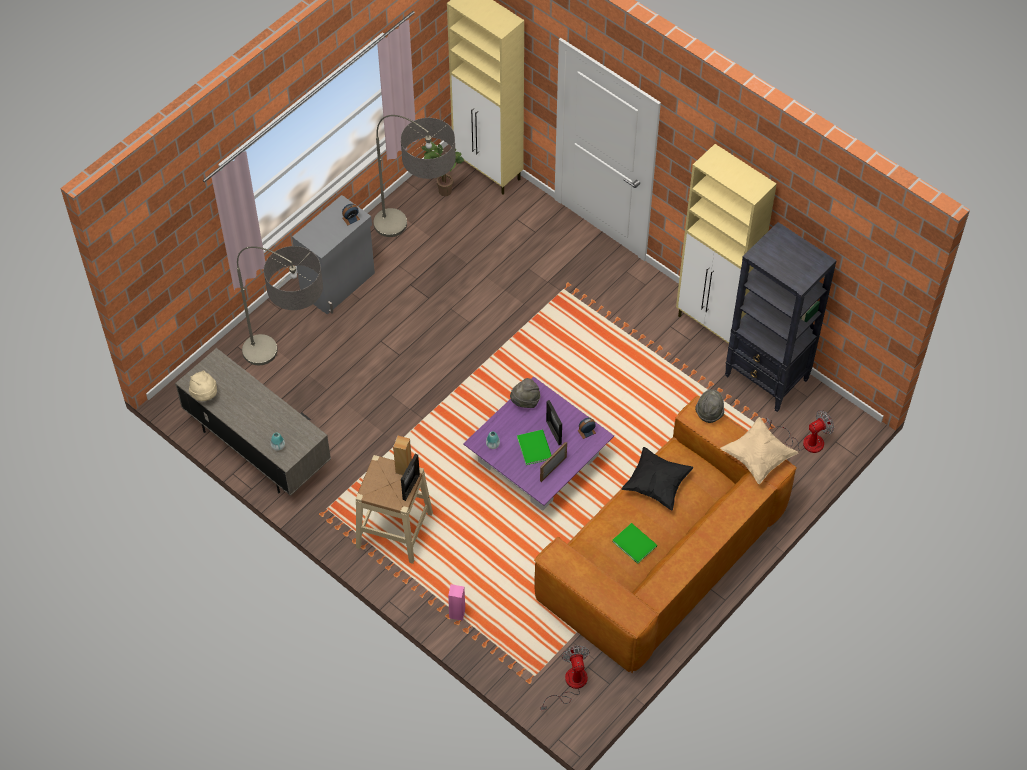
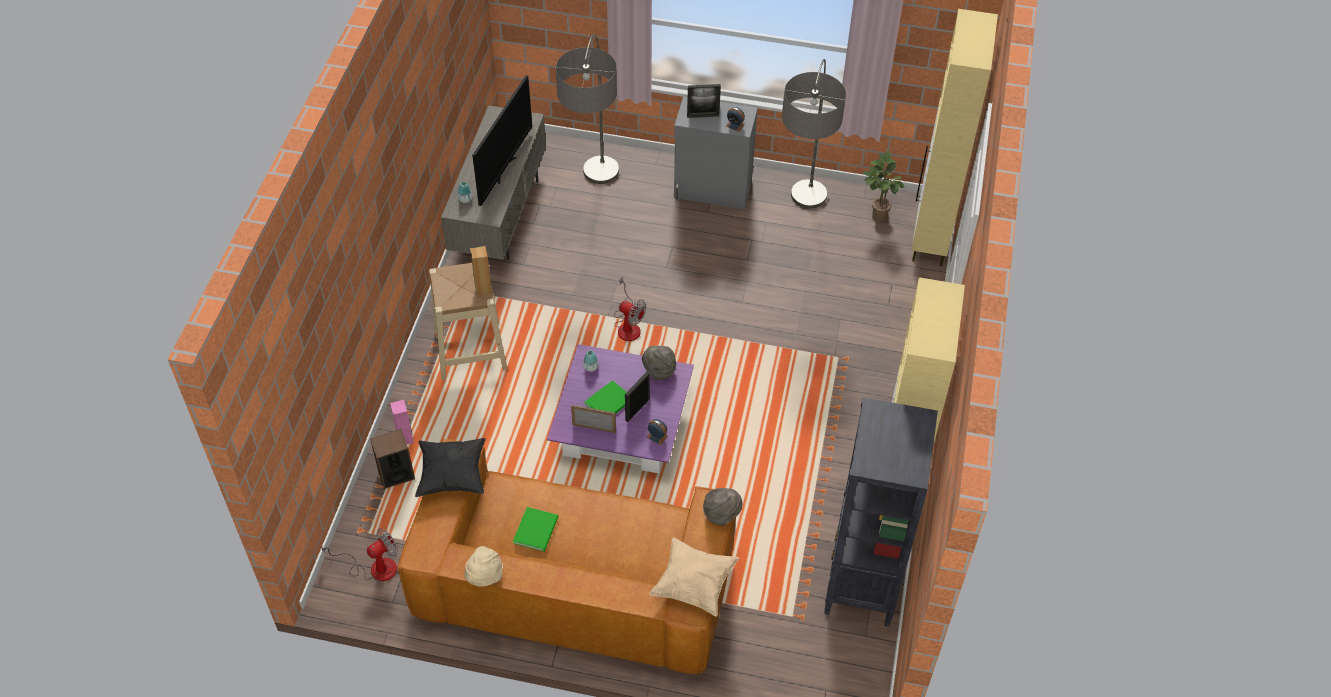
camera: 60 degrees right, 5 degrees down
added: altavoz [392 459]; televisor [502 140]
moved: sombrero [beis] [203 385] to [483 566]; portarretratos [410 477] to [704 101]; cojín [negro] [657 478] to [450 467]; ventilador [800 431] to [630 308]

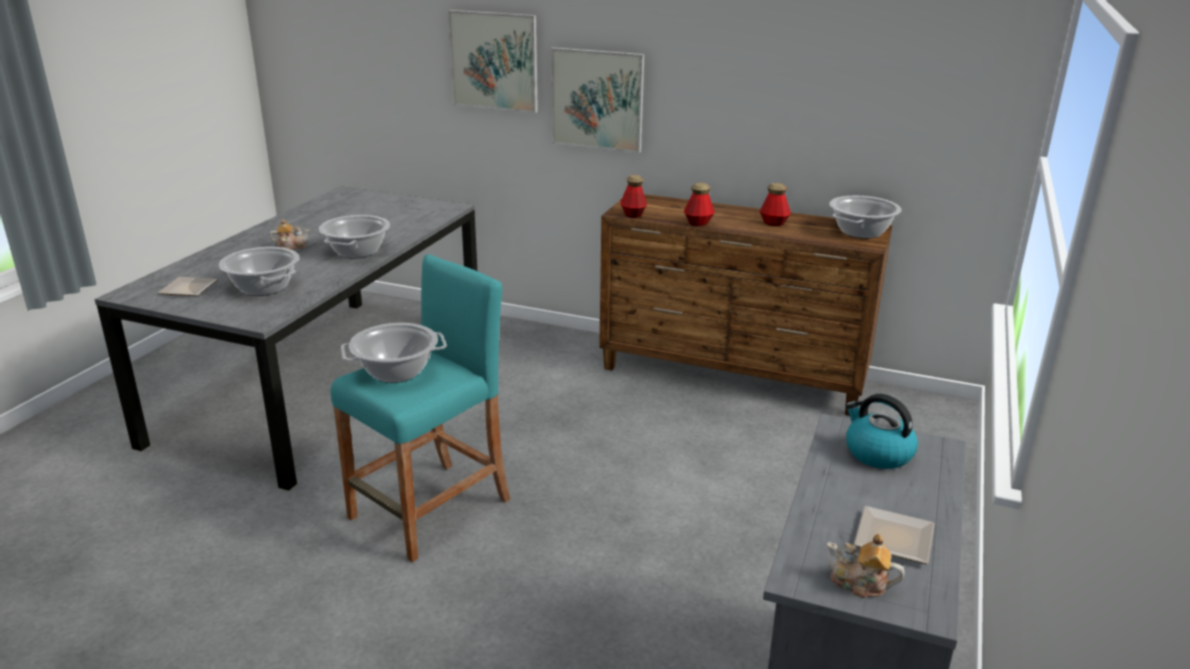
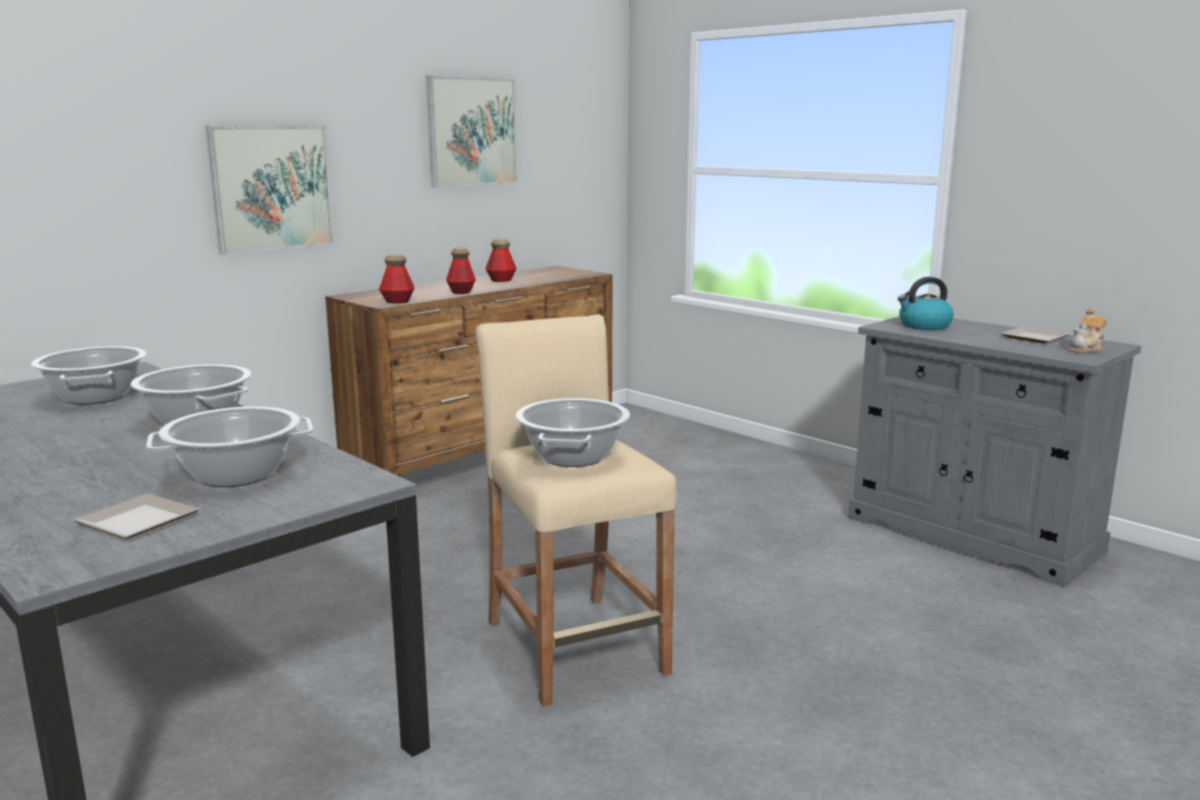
camera: 65 degrees left, 10 degrees down
removed: tetera [290 234]
moved: cuadro [493 61] to [471 131]; olla [865 217] to [89 375]
recoloured: taburete [turquesa] [421 408] to taburete [beis] [576 510]

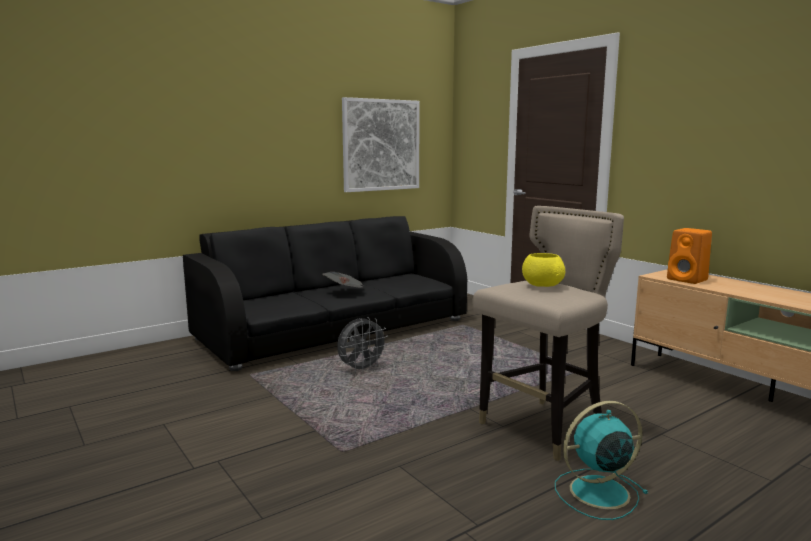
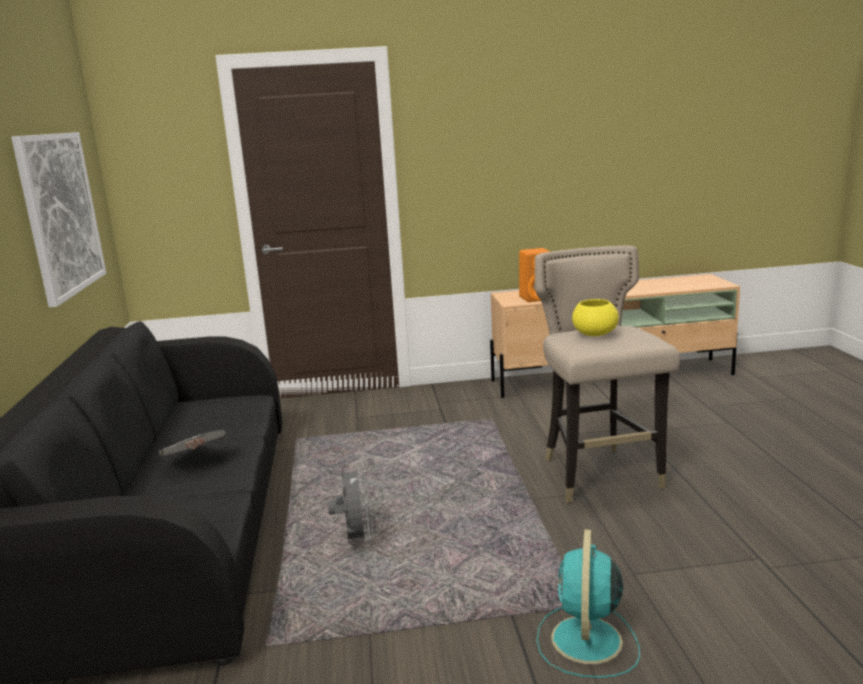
camera: 60 degrees left, 5 degrees up
moved: ventilador [turquesa] [602 460] to [588 603]

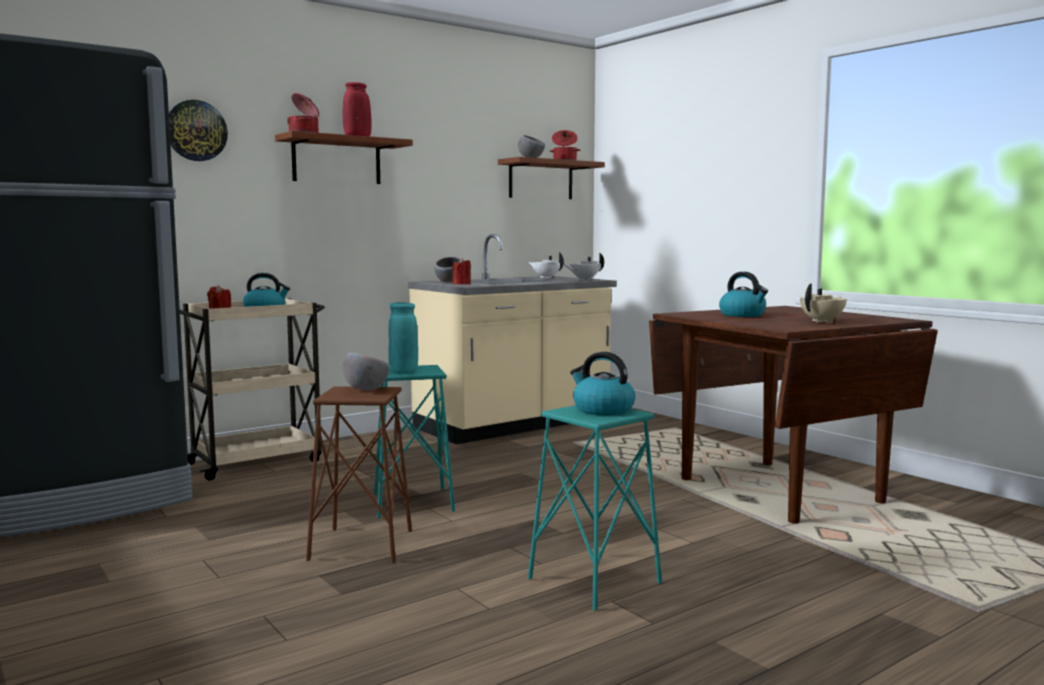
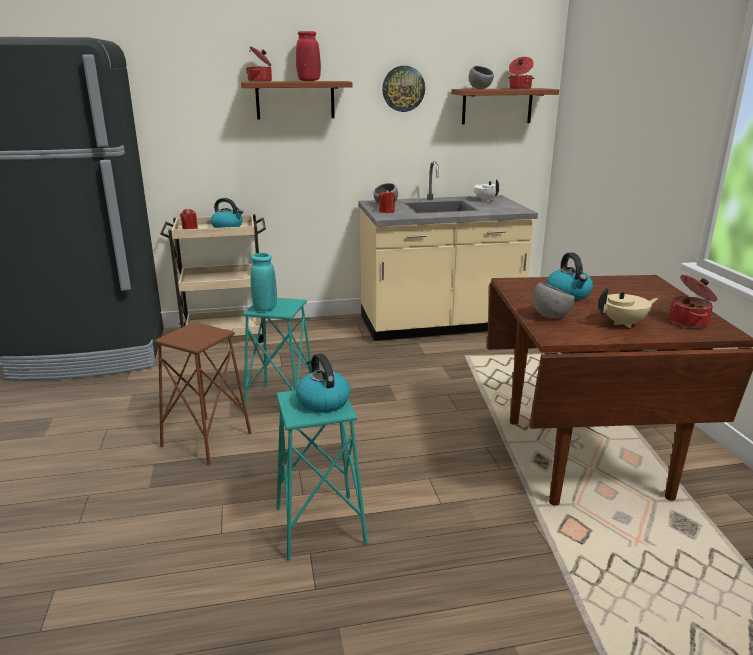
camera: 25 degrees right, 15 degrees up
removed: tetera [blanco] [584 266]
added: olla [693 301]
moved: reloj de pared [198 130] to [403 89]; cuenco [gris] [366 372] to [553 300]

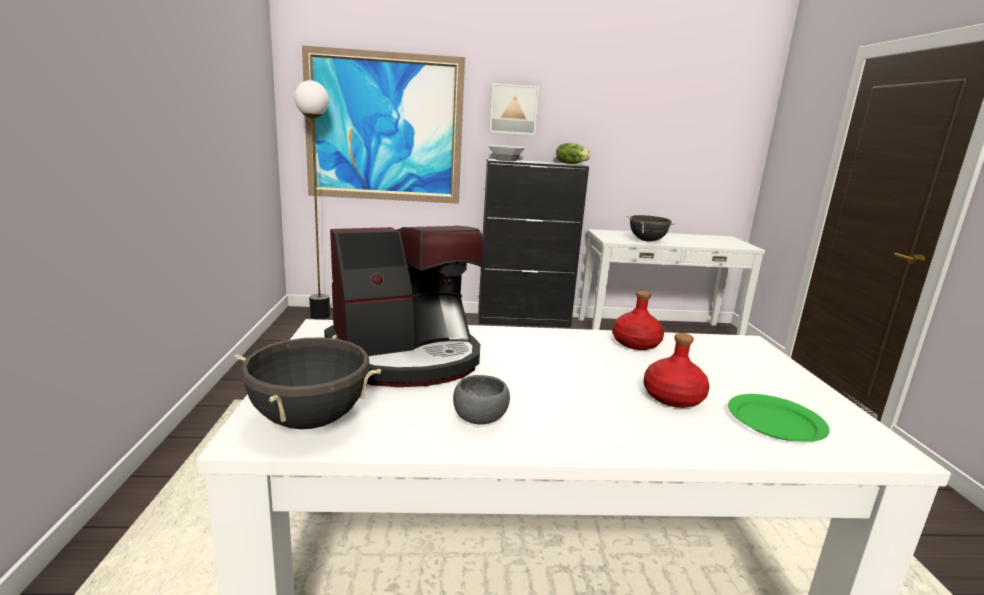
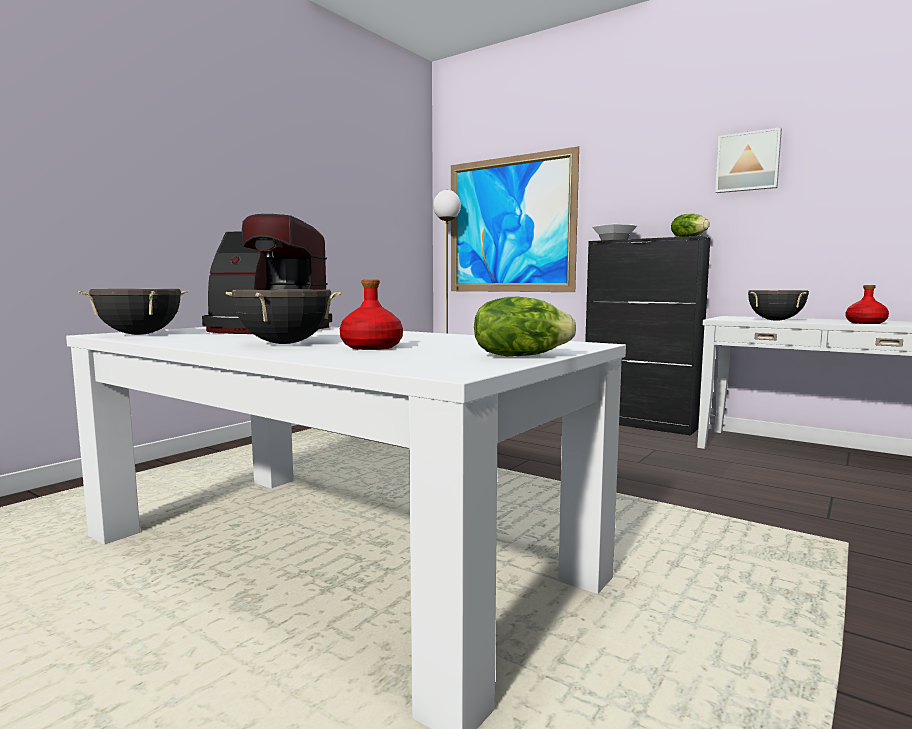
camera: 40 degrees right, 10 degrees down
removed: cuenco [gris] [481 400]; plato [verde] [779 418]
added: olla [negro] [283 316]; lechuga [525 326]
moved: cuadro [514 109] to [748 160]; botella [rojo] [638 320] to [867 304]

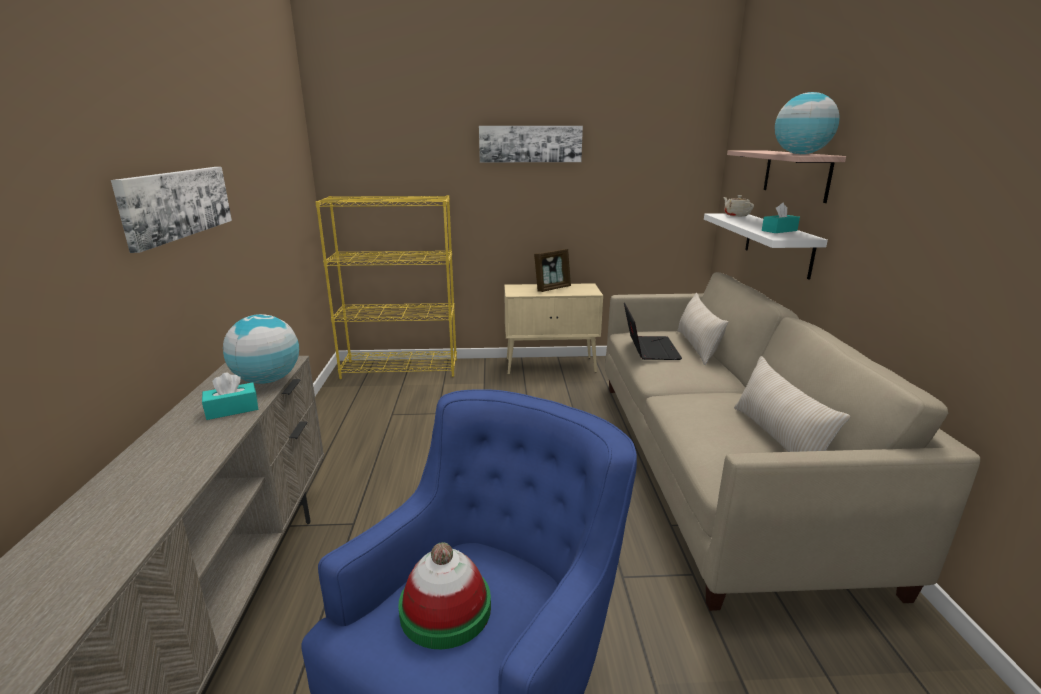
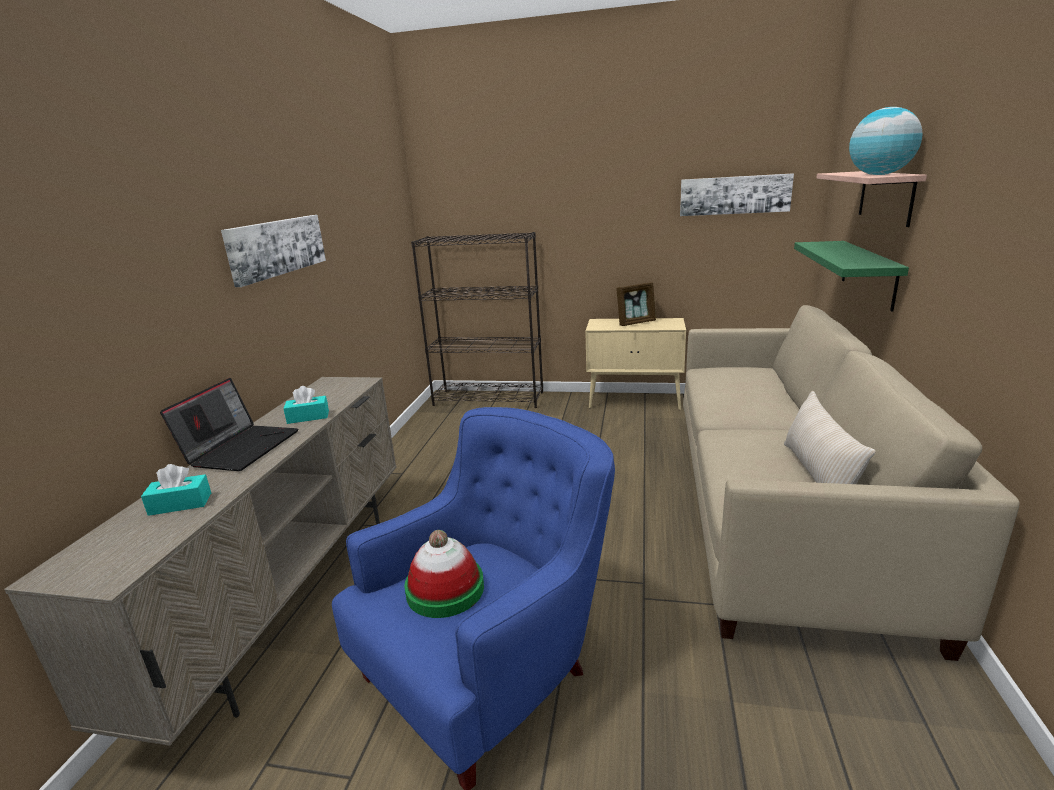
camera: 15 degrees right, 0 degrees up
removed: globo terráqueo [261 349]; cojín [beis] [702 329]; tetera [beis] [738 206]
moved: cuadro [531 144] to [737 194]; portátil [653 331] to [229 424]; caja de pañuelos [turquesa] [781 218] to [176 490]
recoloured: estantería [amarillo] [386 287] to estantería [negro] [477 320]; estante [blanco] [766 246] to estante [verde] [851 276]

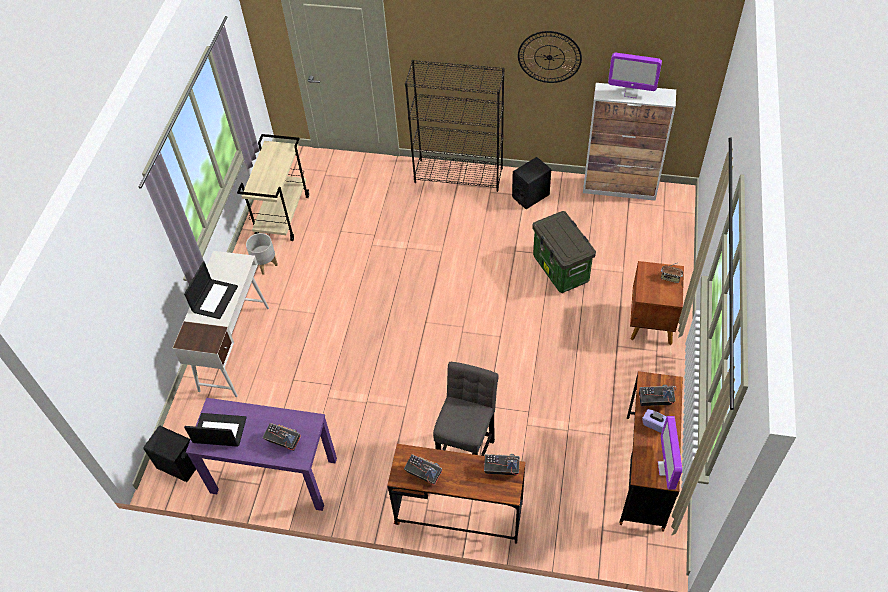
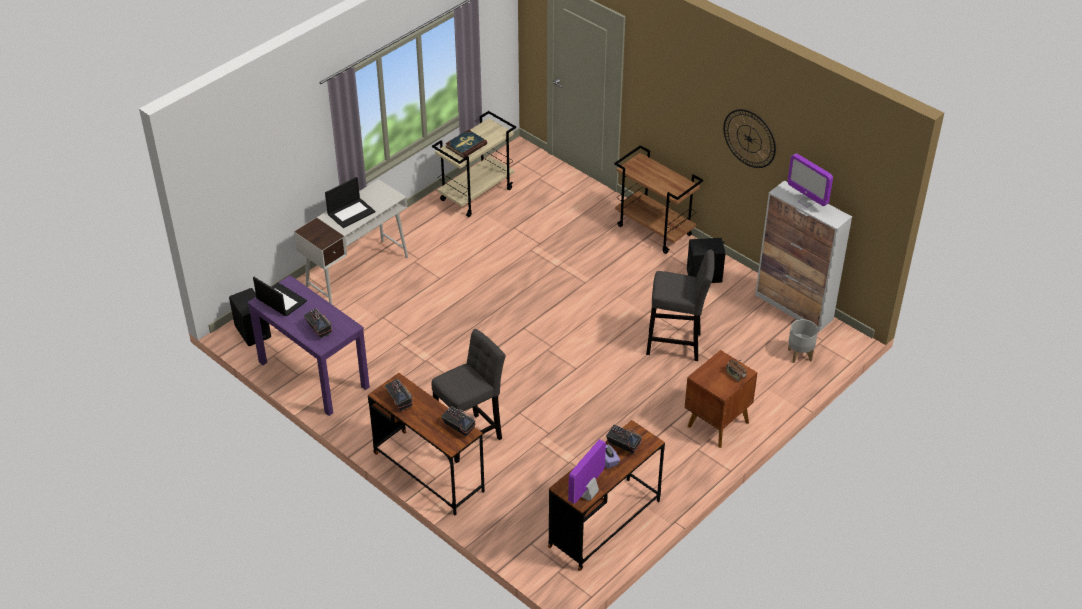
camera: 30 degrees right, 10 degrees down
added: libro [466 144]
moved: maceta [gris] [262 254] to [803 341]
replaced: estantería [negro] [455 126] to carrito [marrón] [658 199]; caja de almacenaje [564 252] to taburete [gris] [680 305]

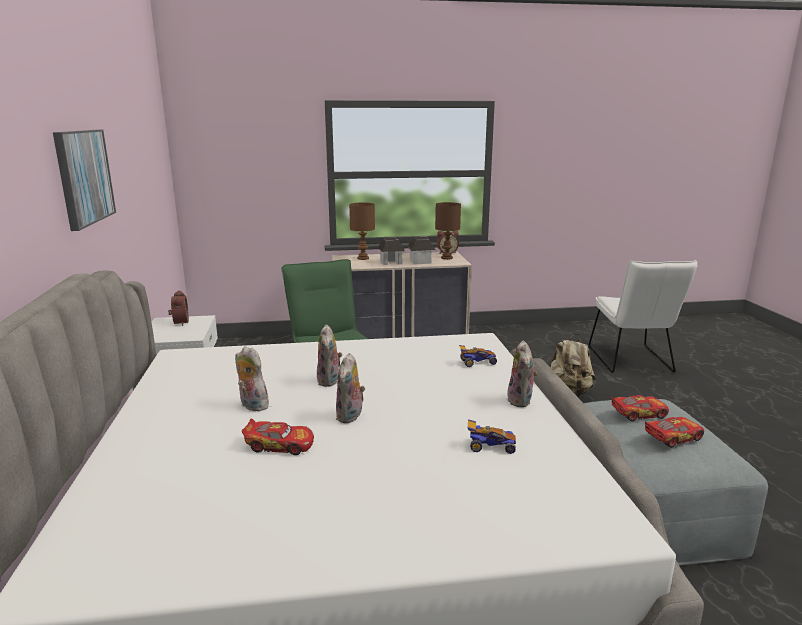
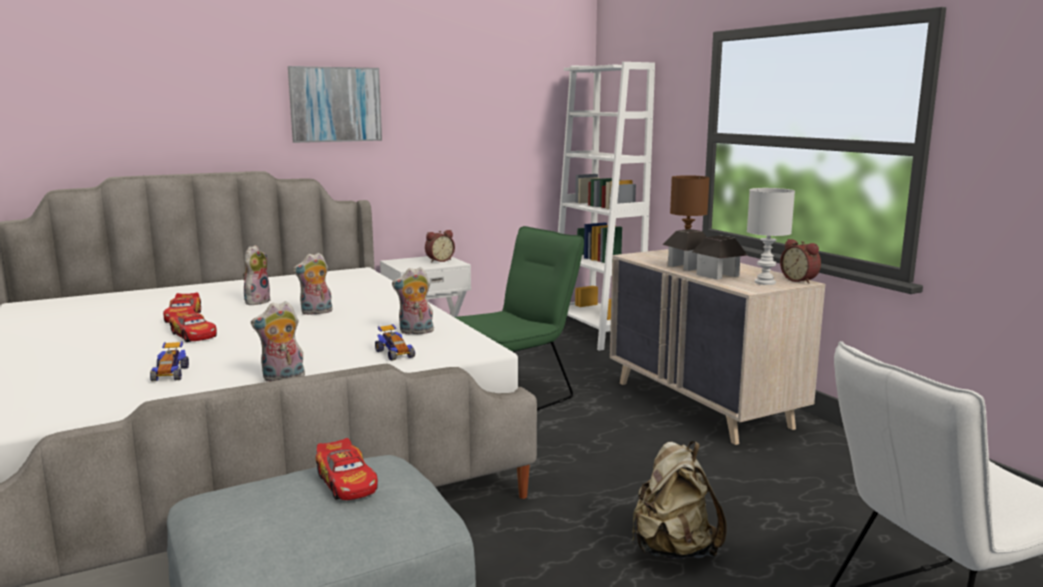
camera: 70 degrees right, 5 degrees down
added: estantería [blanco] [606 206]
moved: peluche [350 388] to [413 300]; coche de juguete [674 432] to [193 325]
recoloured: lámpara de mesa [marrón] [448 231] to lámpara de mesa [blanco] [771 236]

